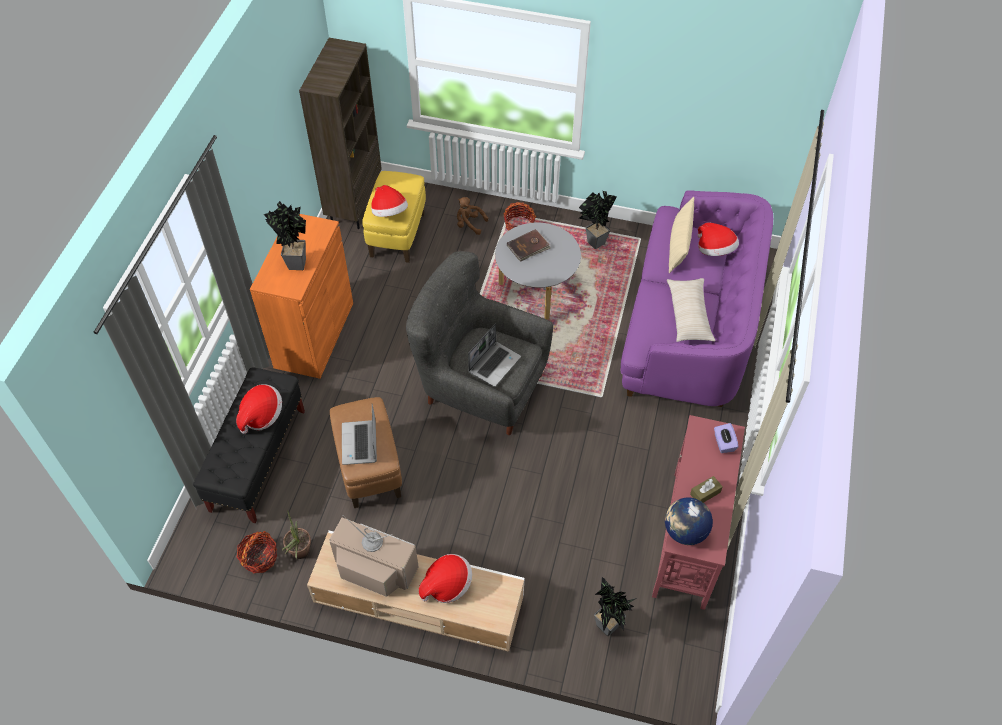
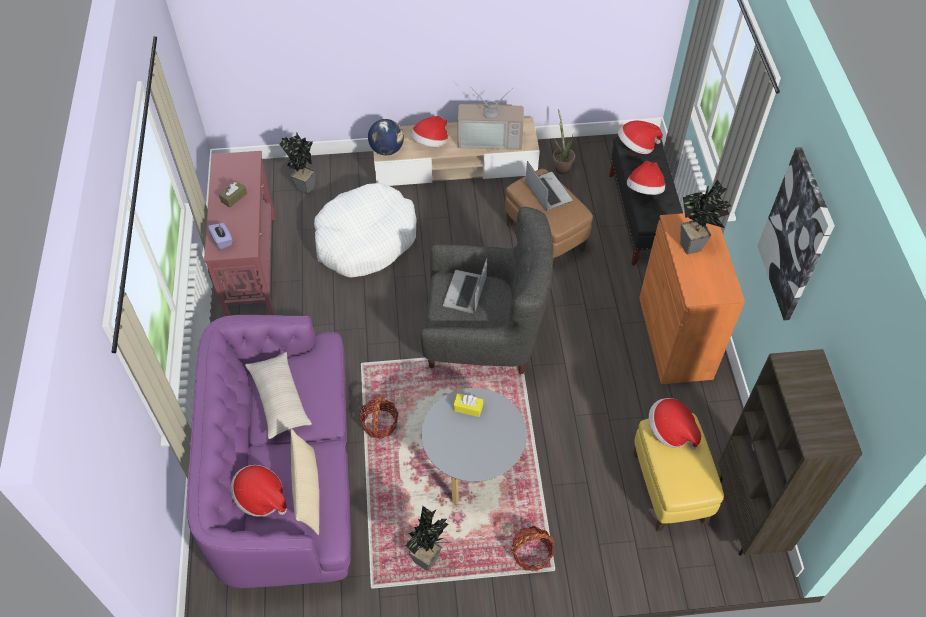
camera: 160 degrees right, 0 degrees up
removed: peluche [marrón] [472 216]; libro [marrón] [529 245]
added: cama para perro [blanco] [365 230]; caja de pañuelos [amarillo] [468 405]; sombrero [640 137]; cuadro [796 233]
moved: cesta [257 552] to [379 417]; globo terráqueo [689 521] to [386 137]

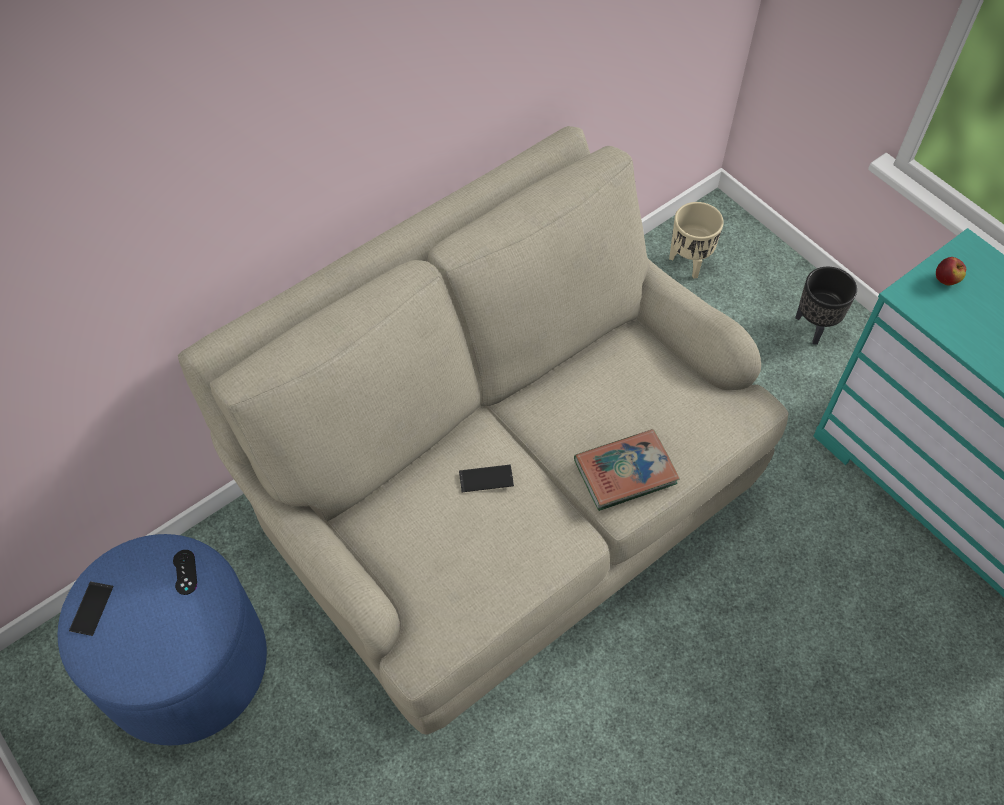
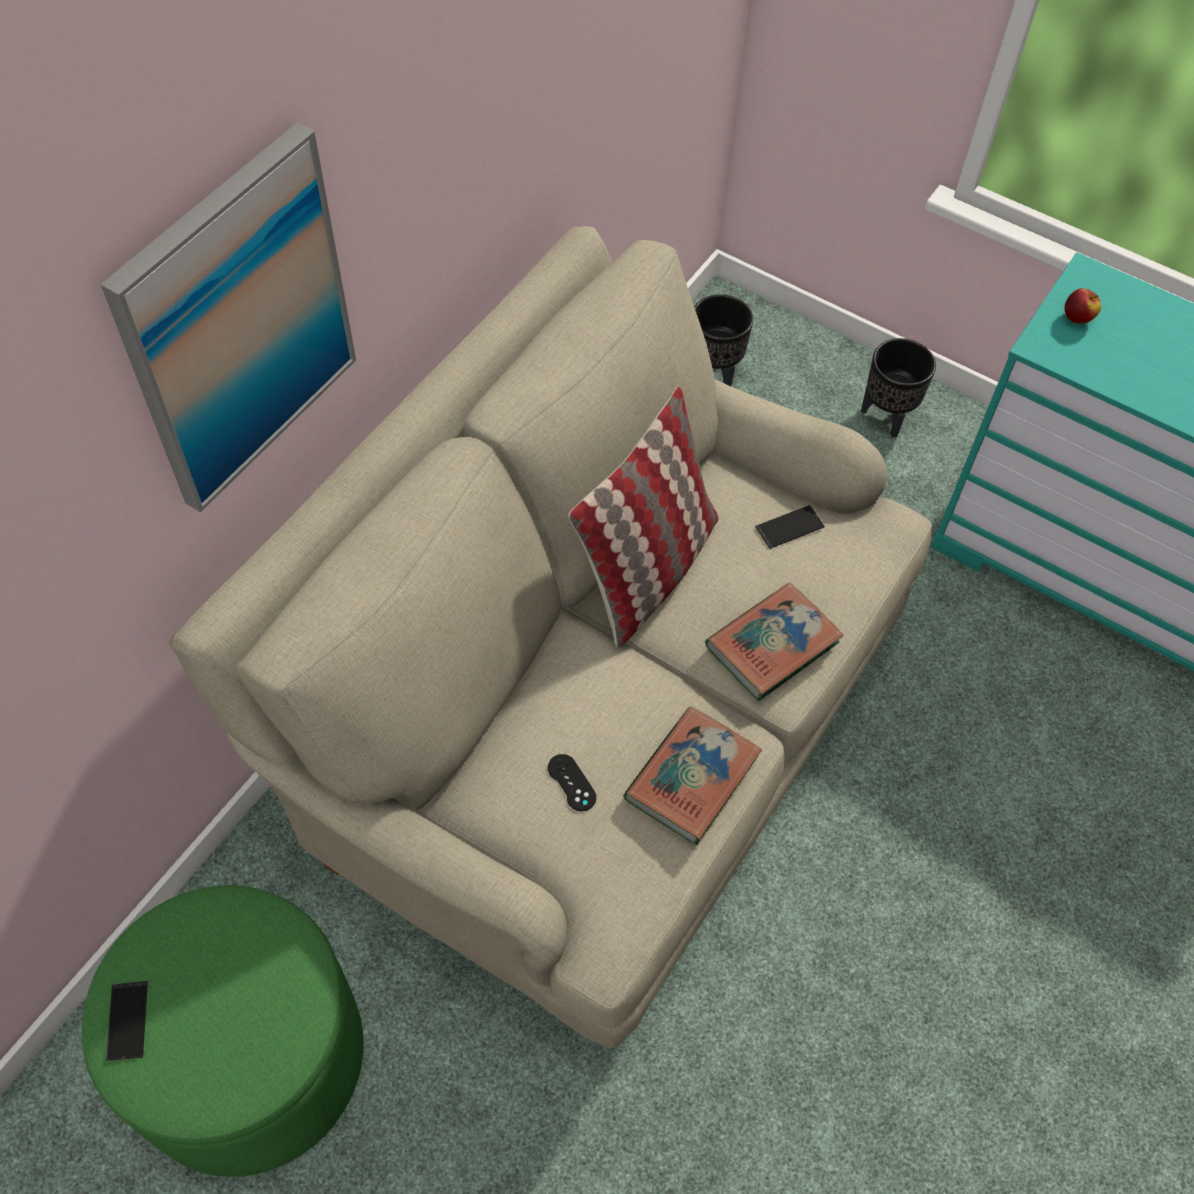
camera: 20 degrees left, 0 degrees up
added: cuadro [228 317]; cojín [643 517]; libro [692 775]
moved: mando de consola [negro] [185 572] to [572 782]; móvil [486 478] to [790 527]
recoloured: puf [azul] [162 640] to puf [verde] [223 1031]; maceta [beis] [696 240] to maceta [negro] [723 340]

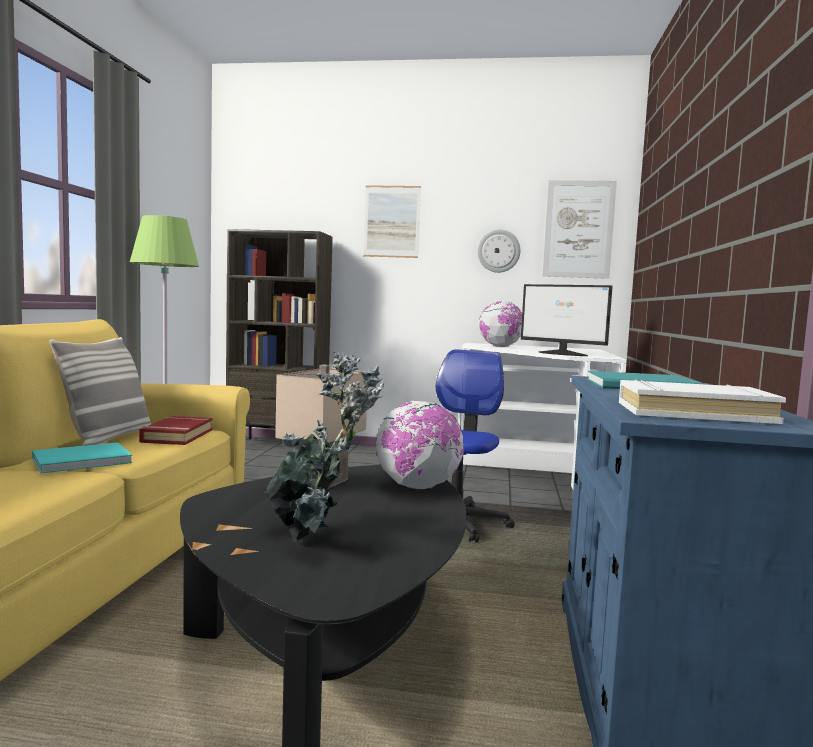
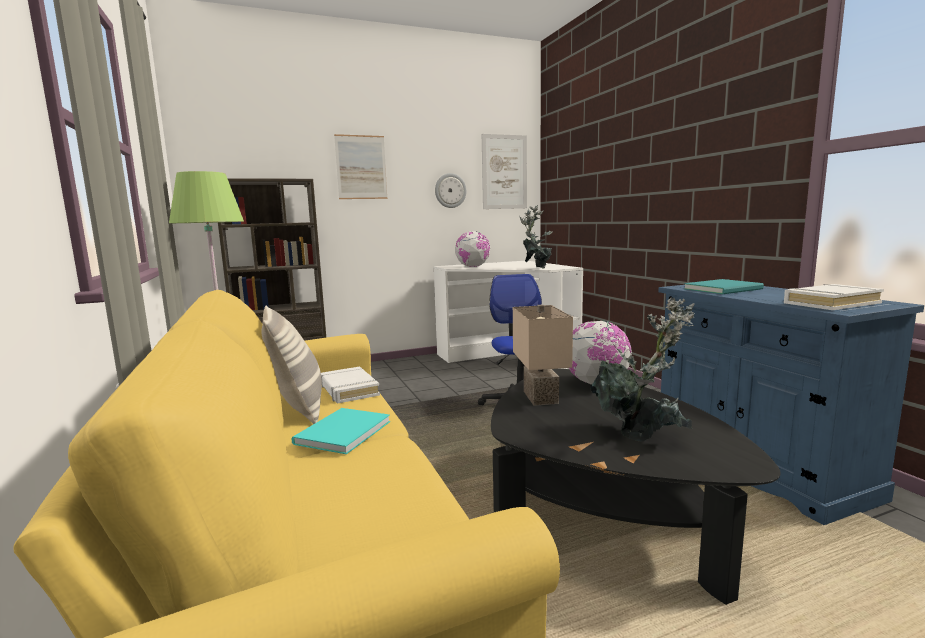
camera: 30 degrees left, 5 degrees up
replaced: monitor [567 320] to planta en maceta [536 237]
recoloured: libro [rojo] [175 430] to libro [blanco] [350 384]

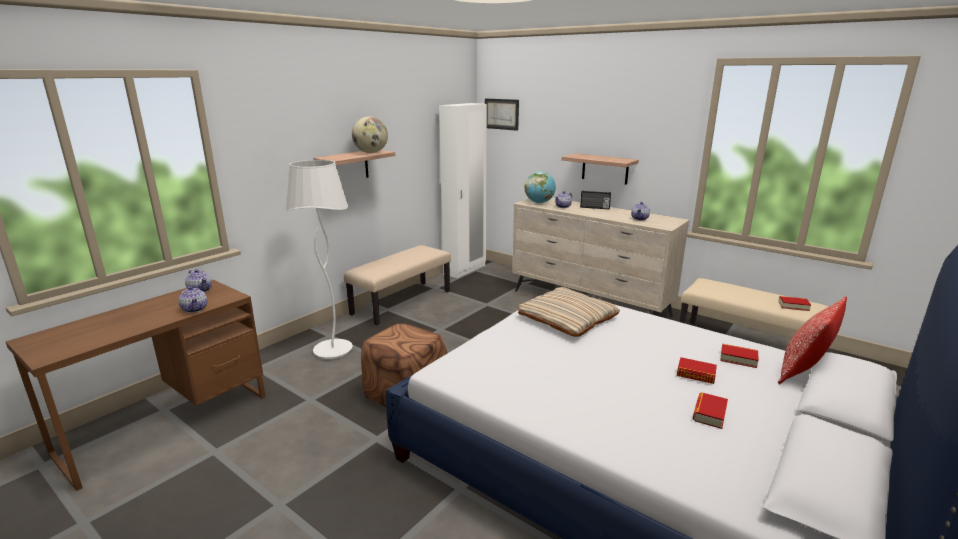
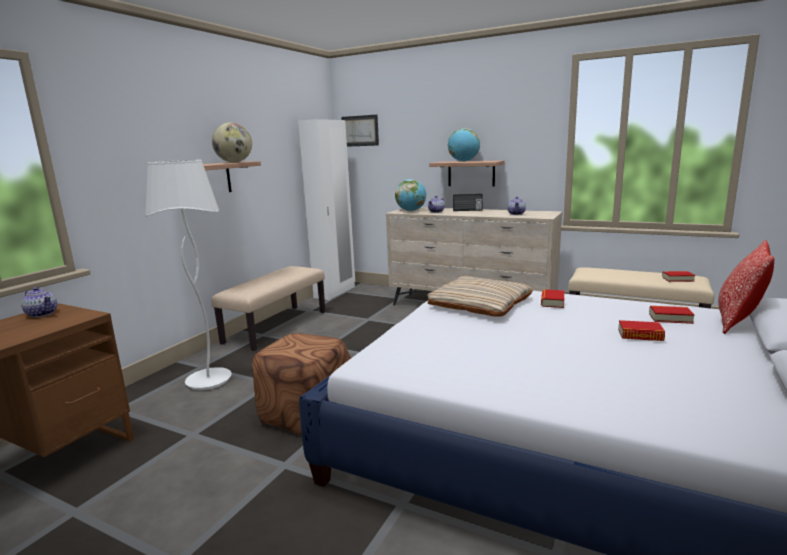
camera: 10 degrees left, 5 degrees down
removed: tetera [192 299]
added: globo terráqueo [464 145]
moved: libro [710 410] to [552 298]

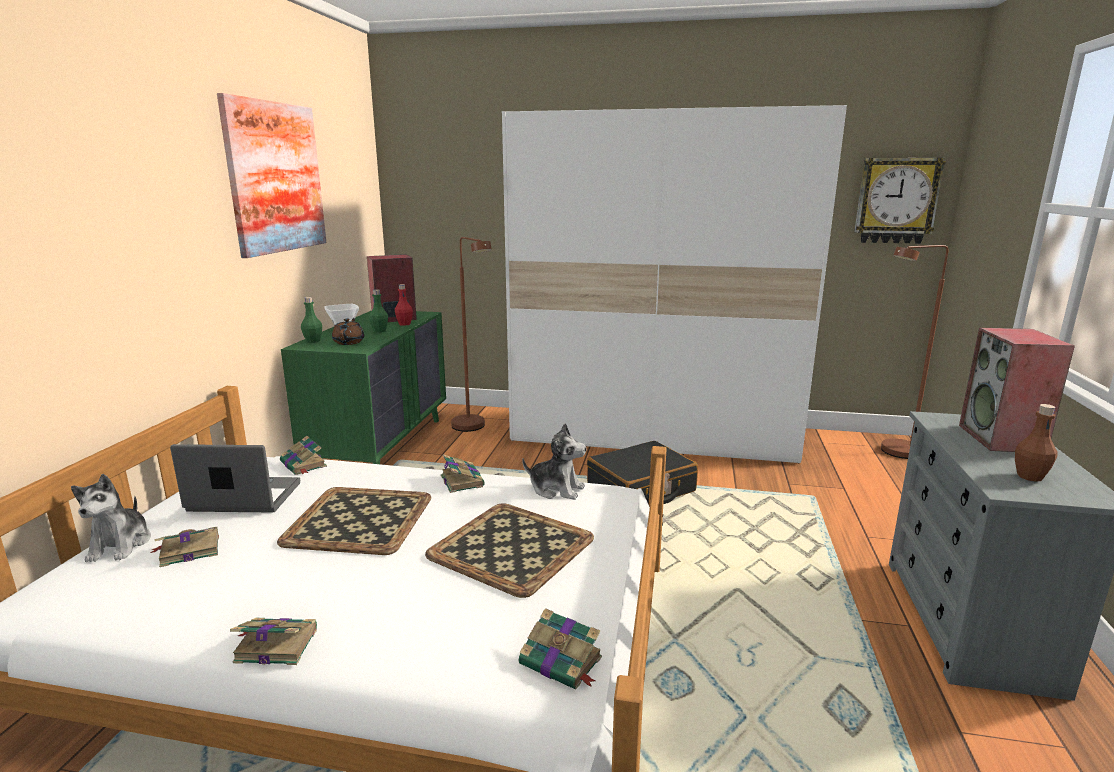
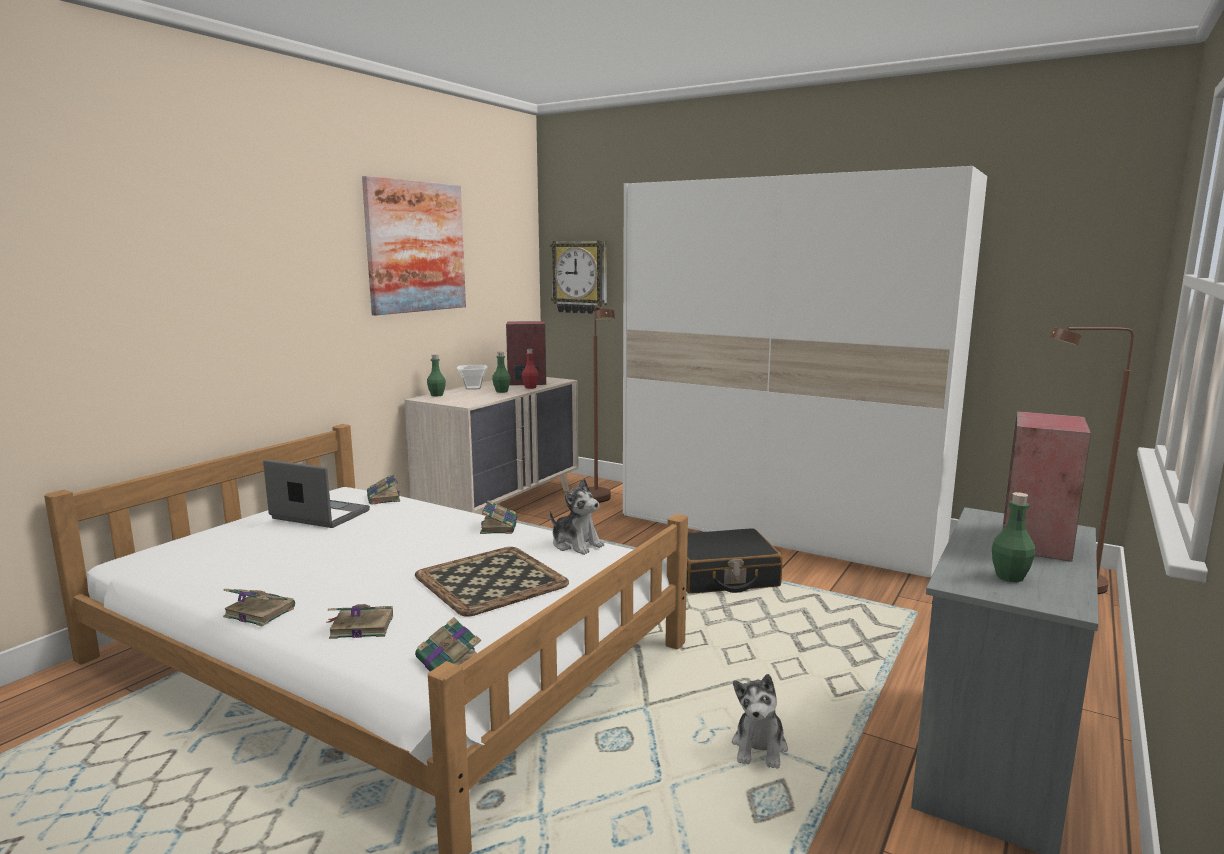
camera: 20 degrees right, 5 degrees down
removed: bandeja [354 521]; tetera [marrón] [348 331]
moved: peluche [111 518] to [760 721]; libro [184 547] to [360 621]; reloj de pared [900 201] to [578 277]
recoloured: cómoda [verde] [363 387] to cómoda [beis] [491 446]; botella [marrón] [1036 443] to botella [verde] [1013 537]

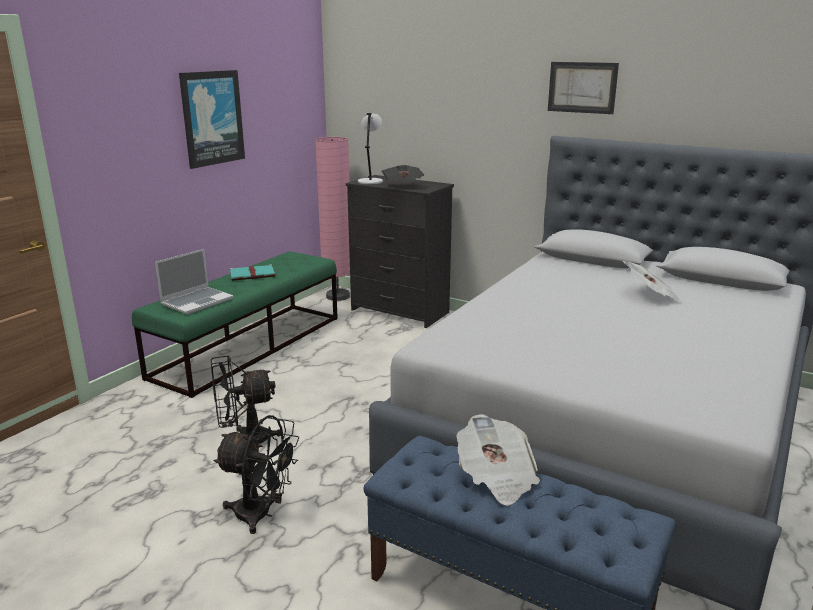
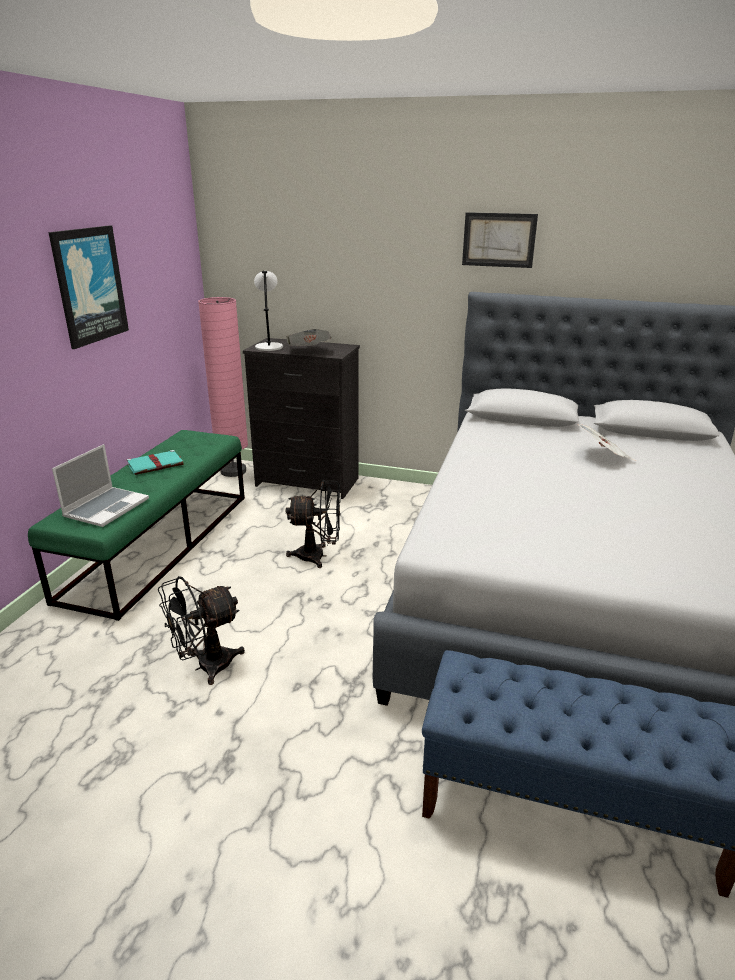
camera: 15 degrees left, 5 degrees up
removed: periódico [498 460]
moved: ventilador [negro] [256 474] to [313 524]

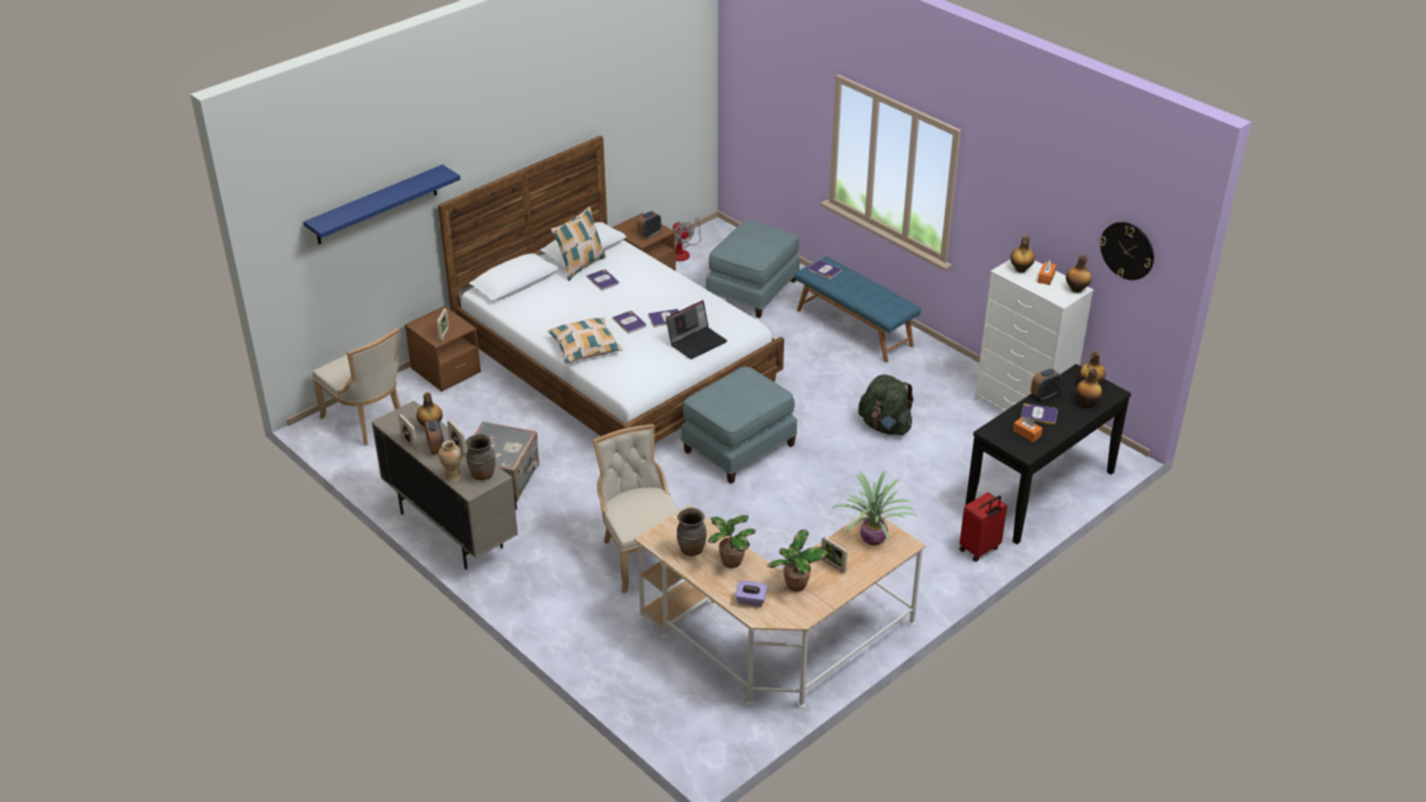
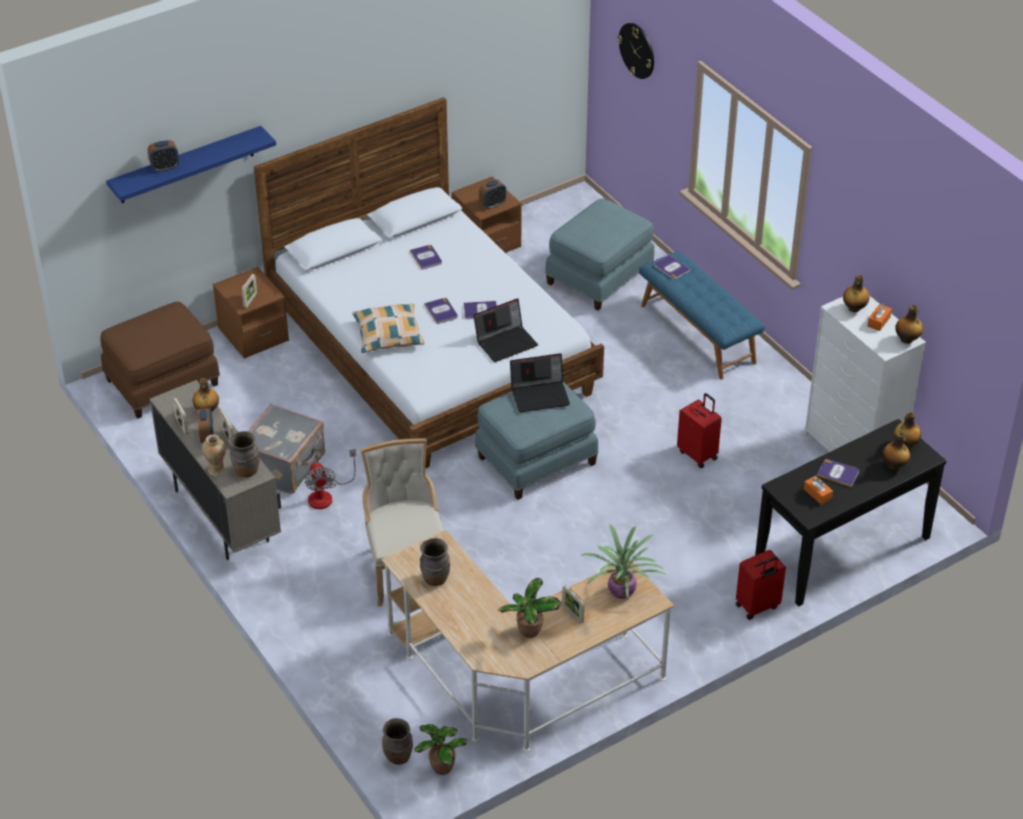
camera: 10 degrees right, 5 degrees up
removed: cojín [578 243]; caja de pañuelos [morado] [751 593]
added: florero [marrón] [397 741]; portátil [540 382]
moved: ventilador [687 239] to [330 479]; planta en maceta [732 541] to [441 749]; despertador [1046 384] to [163 156]; reloj de pared [1127 251] to [635 51]
replaced: silla [beis] [356 387] to puf [marrón] [160 360]; mochila [verde] [886 405] to maleta [rojo] [699 430]

